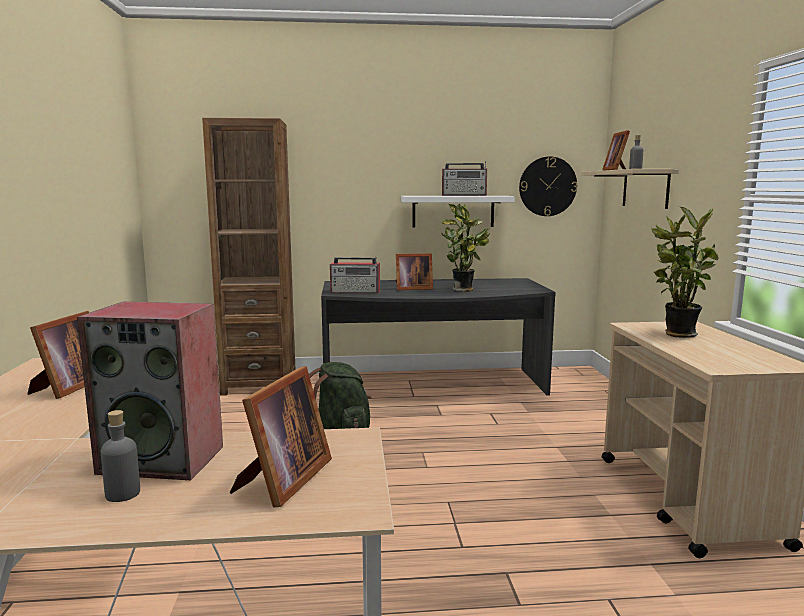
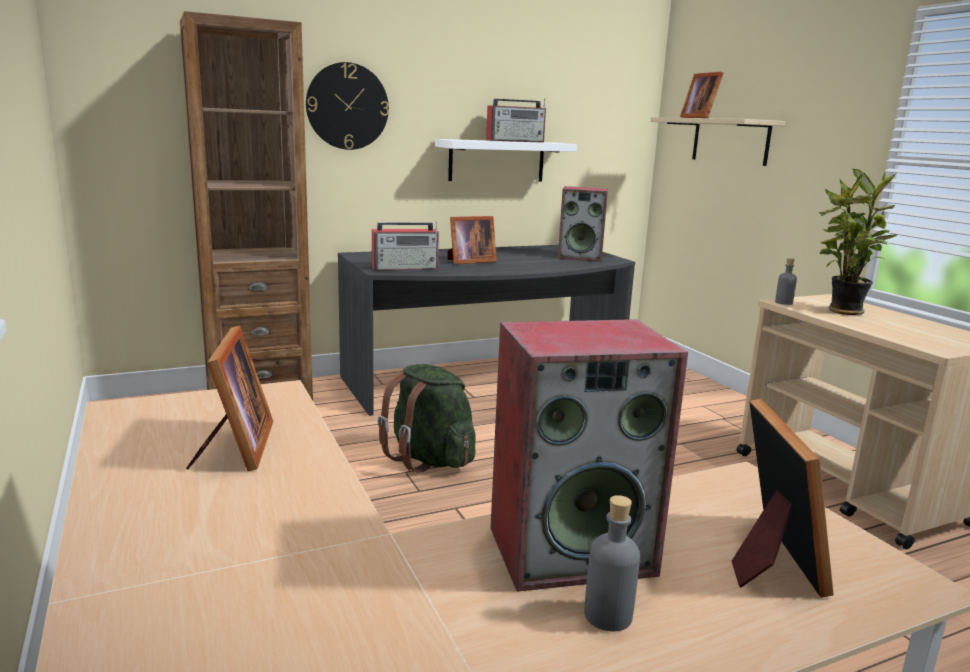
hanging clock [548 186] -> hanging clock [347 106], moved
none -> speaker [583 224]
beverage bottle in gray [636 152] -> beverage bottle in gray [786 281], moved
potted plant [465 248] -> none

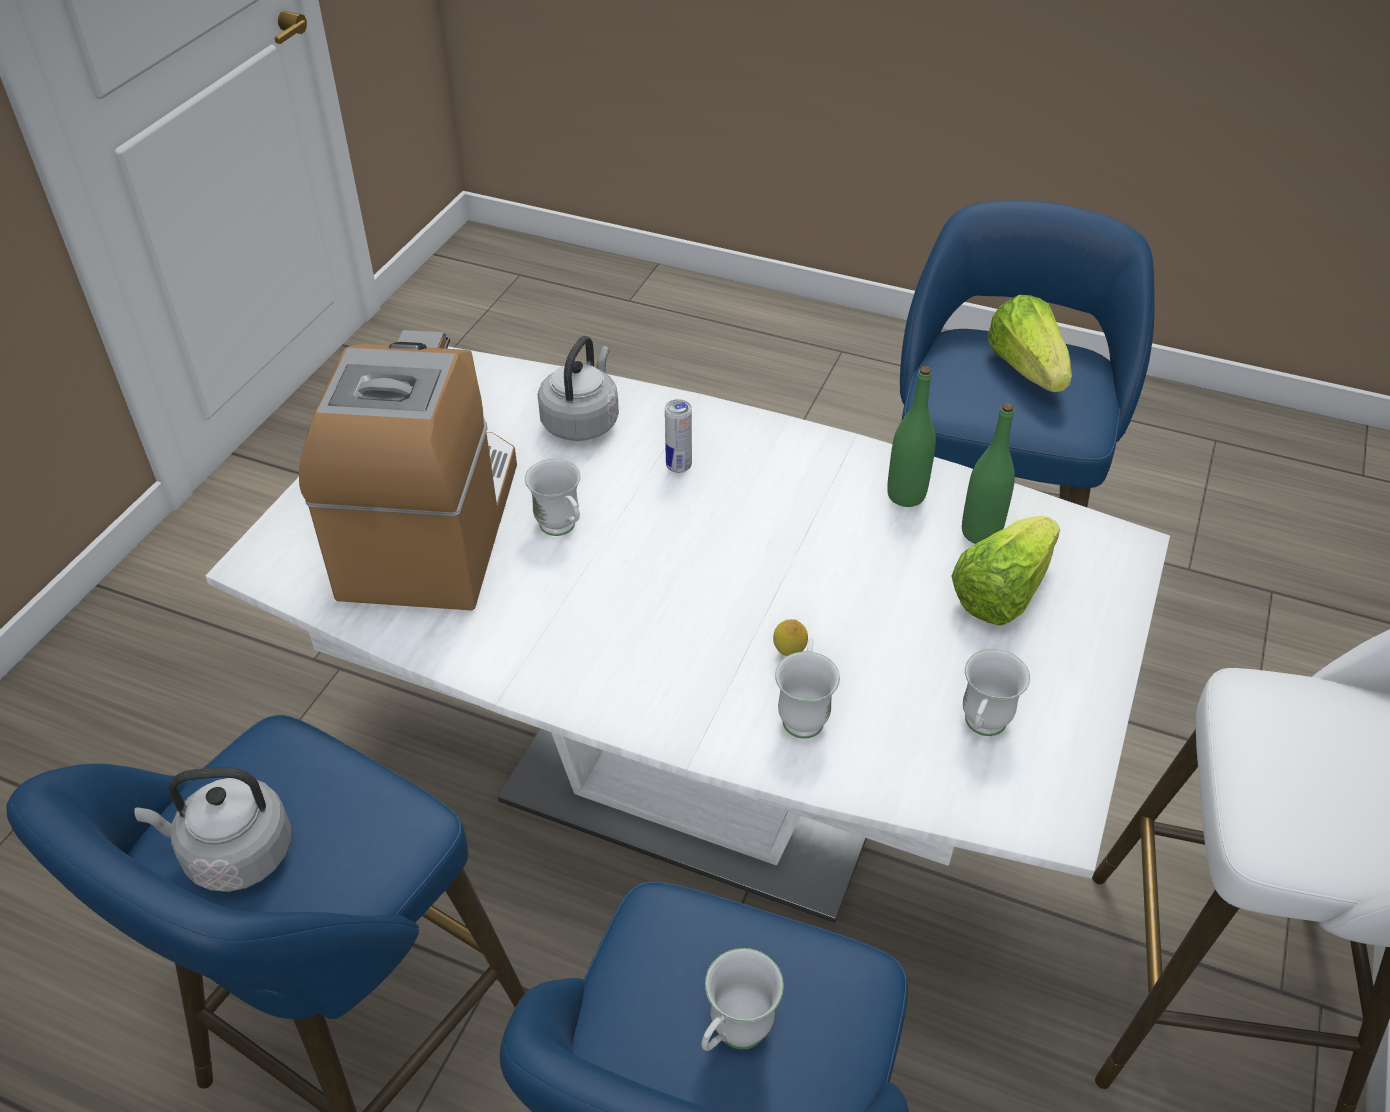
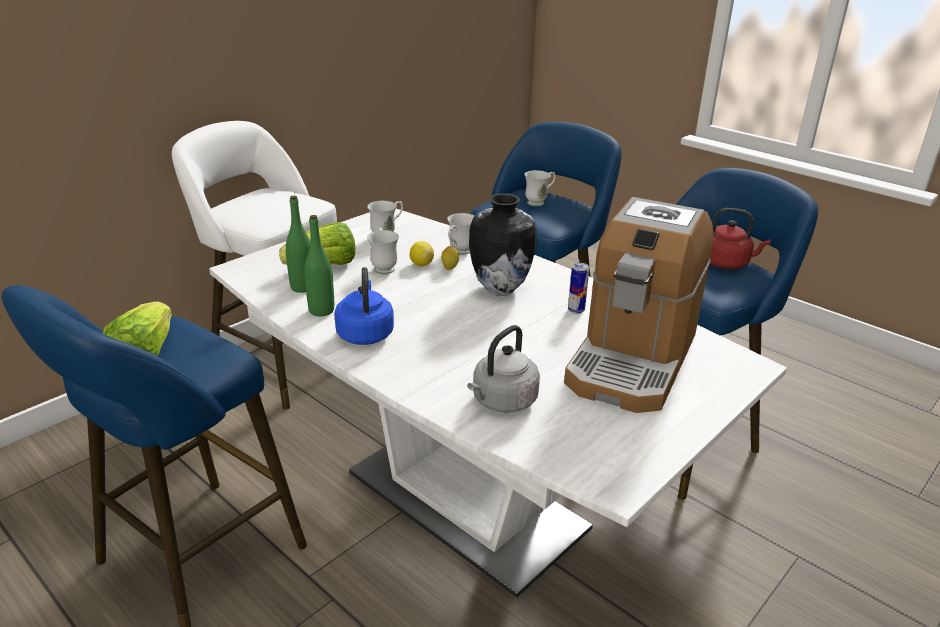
none -> kettle in blue [364 306]
mug in white [553 497] -> mug in white [383 251], moved
none -> whole lemon [422 253]
none -> decorative vase [503 244]
metal can [678 436] -> metal can [578 288], moved
kettle in gray [212 829] -> kettle in red [740 238]

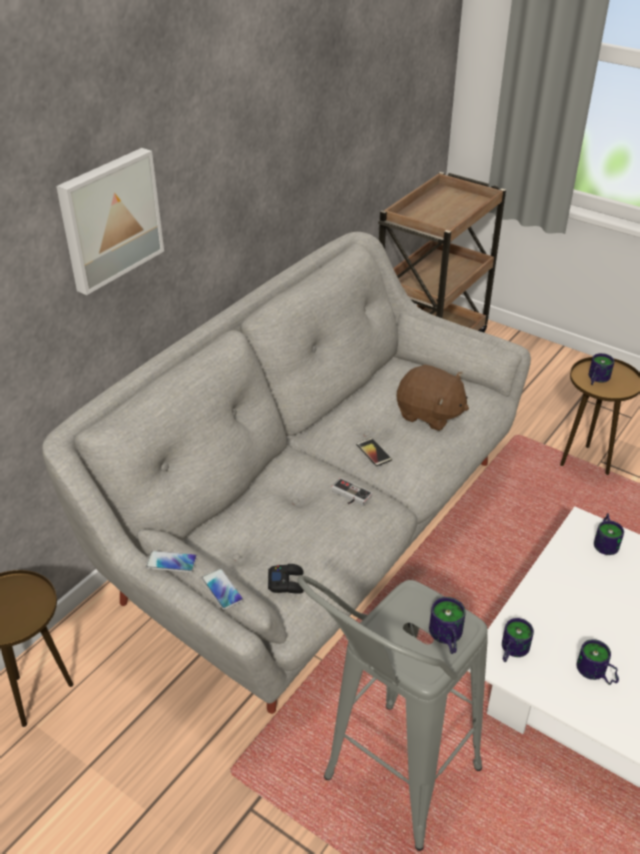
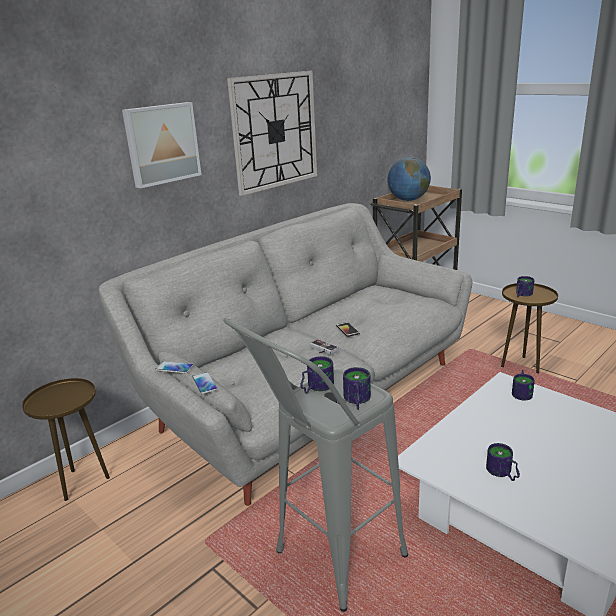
none -> hanging clock [272 133]
mug [518 640] -> mug [317 375], moved
none -> desk globe [409 179]
game controller in blackish [286 579] -> none
plush toy in brown [432 398] -> none

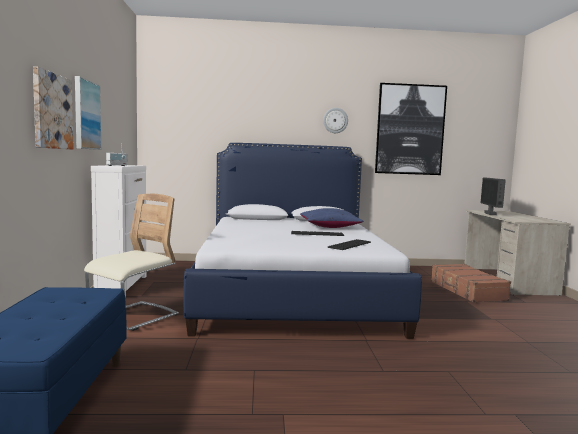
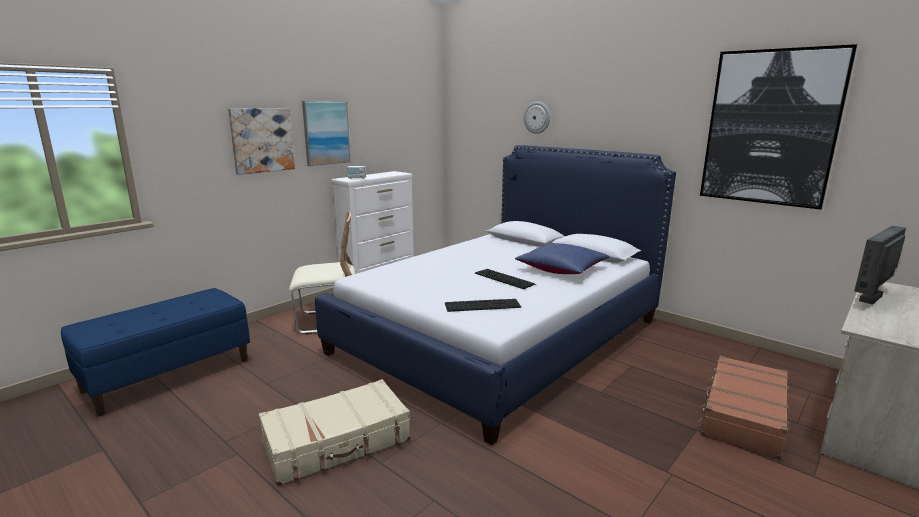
none -> travel case in sand-coloured [335 432]
hanging clock [335 120] -> hanging clock [537 118], moved

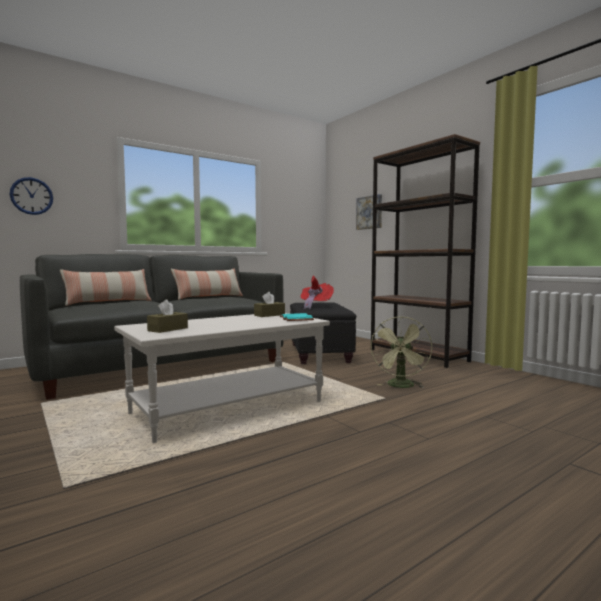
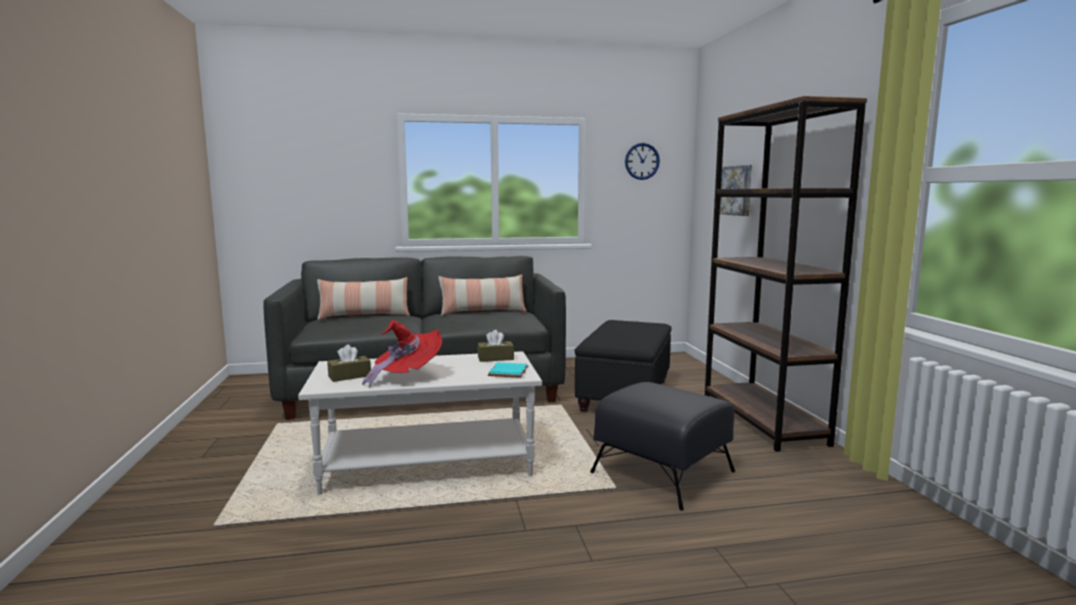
wearable hat in red [317 292] -> wearable hat in red [402 354], moved
fan in green [401 352] -> ottoman in blackish [662 446]
hanging clock [31 196] -> hanging clock [642 161], moved

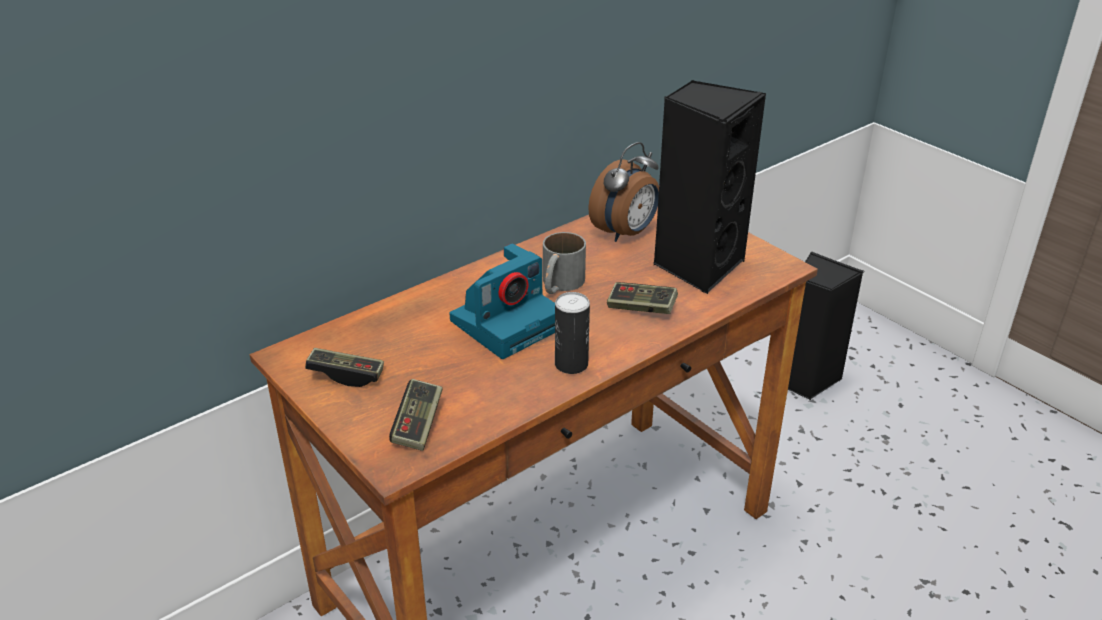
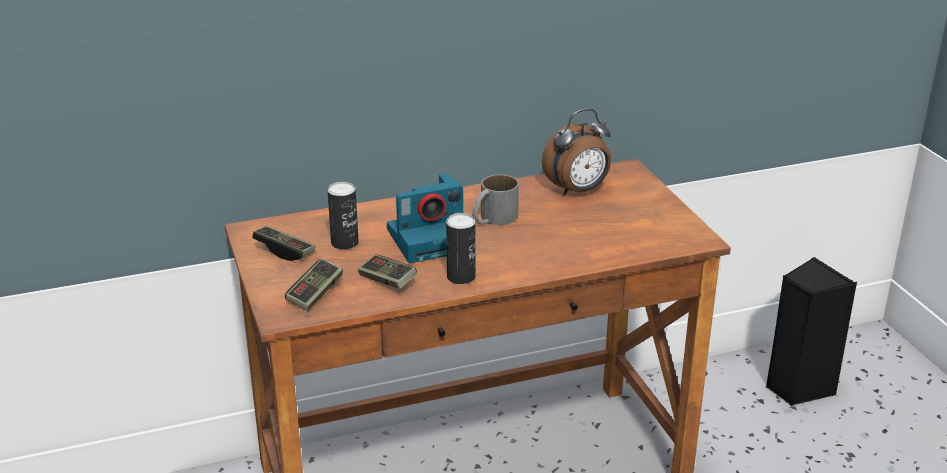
none -> metal can [343 215]
game controller [642 298] -> game controller [387 271], moved
speaker in blackish [709 187] -> none

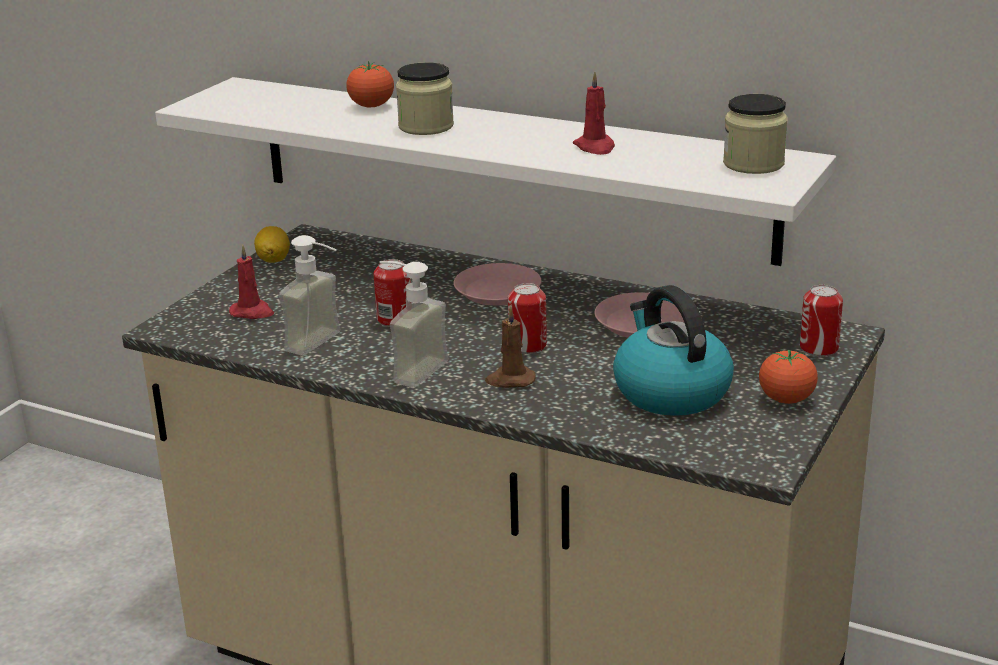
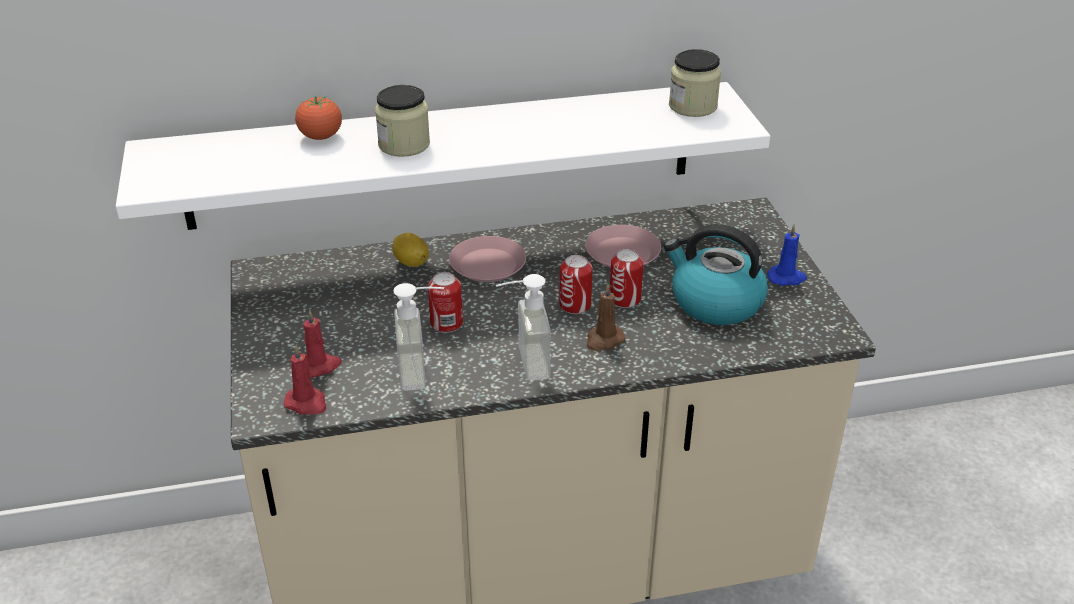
wax light in red [594 113] -> wax light in red [305 380], moved
whole lemon [272 244] -> whole lemon [410 250], moved
metal can [821 321] -> metal can [627 278], moved
fresh tomato [788 377] -> wax light in blue [787 255]

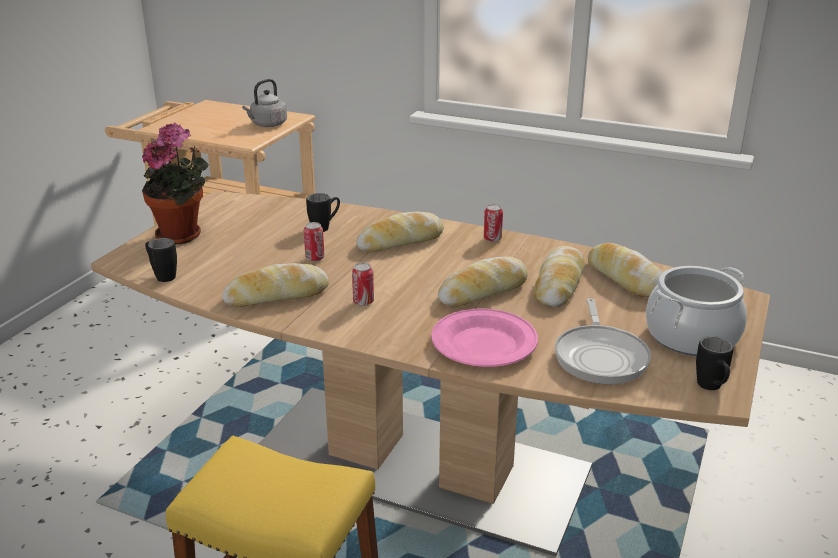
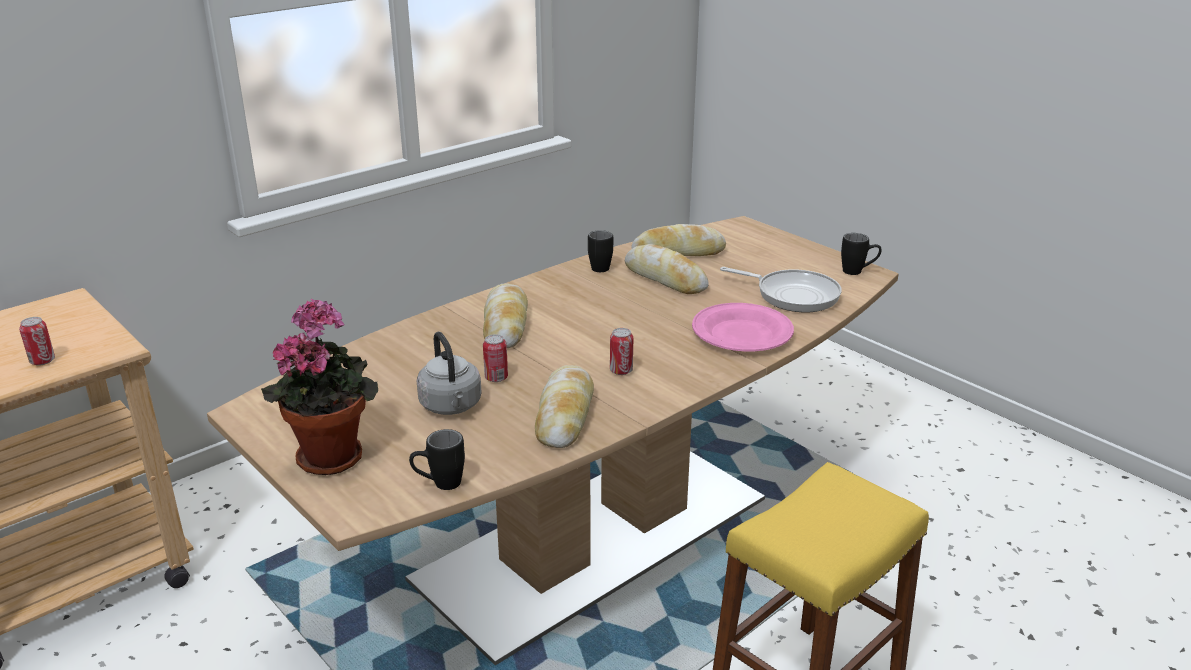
metal can [493 223] -> metal can [37 341], moved
kettle in gray [264 103] -> kettle in gray [449 373], moved
mug in blackish [323 212] -> mug in blackish [600 251], moved
bakery bread [483 281] -> none
stockpot [696 311] -> none

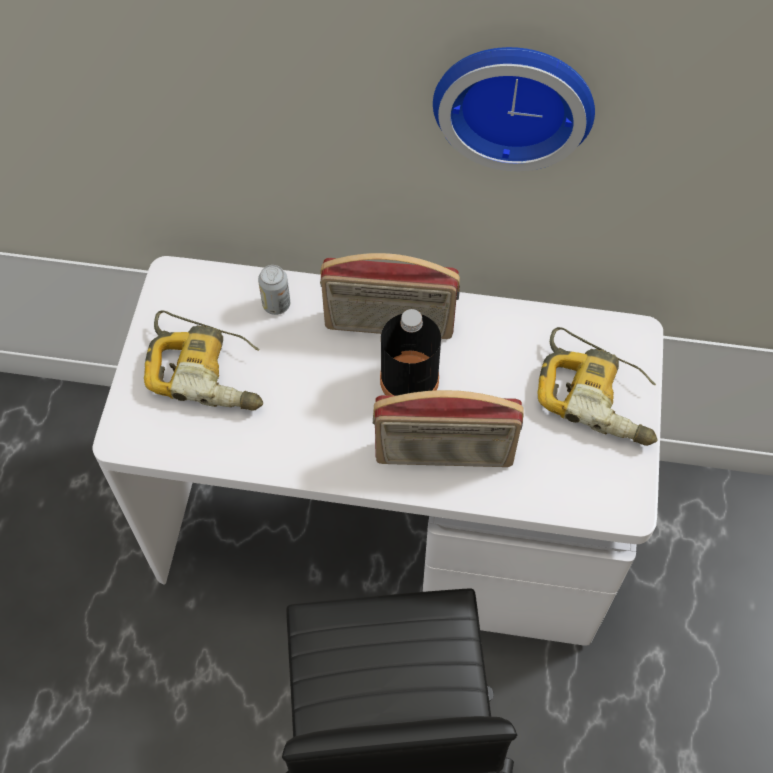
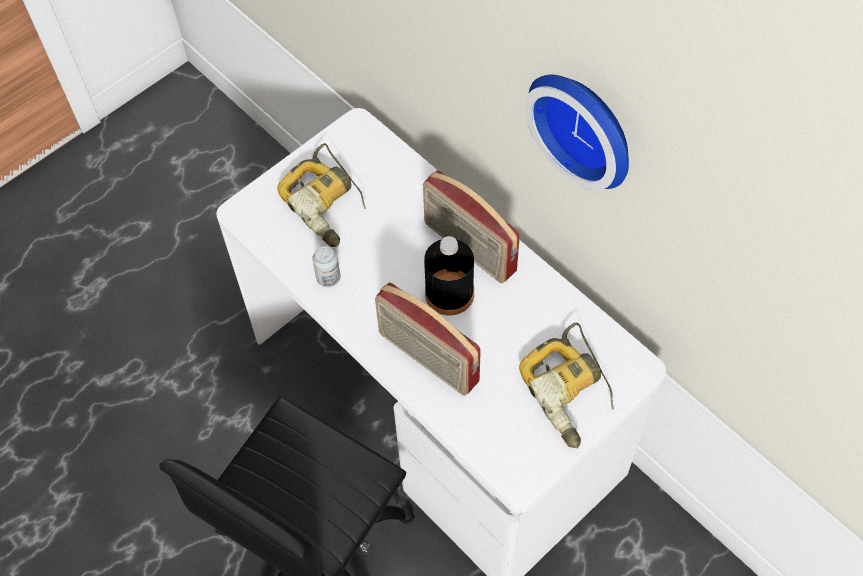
metal can [274 290] -> metal can [326 266], moved

